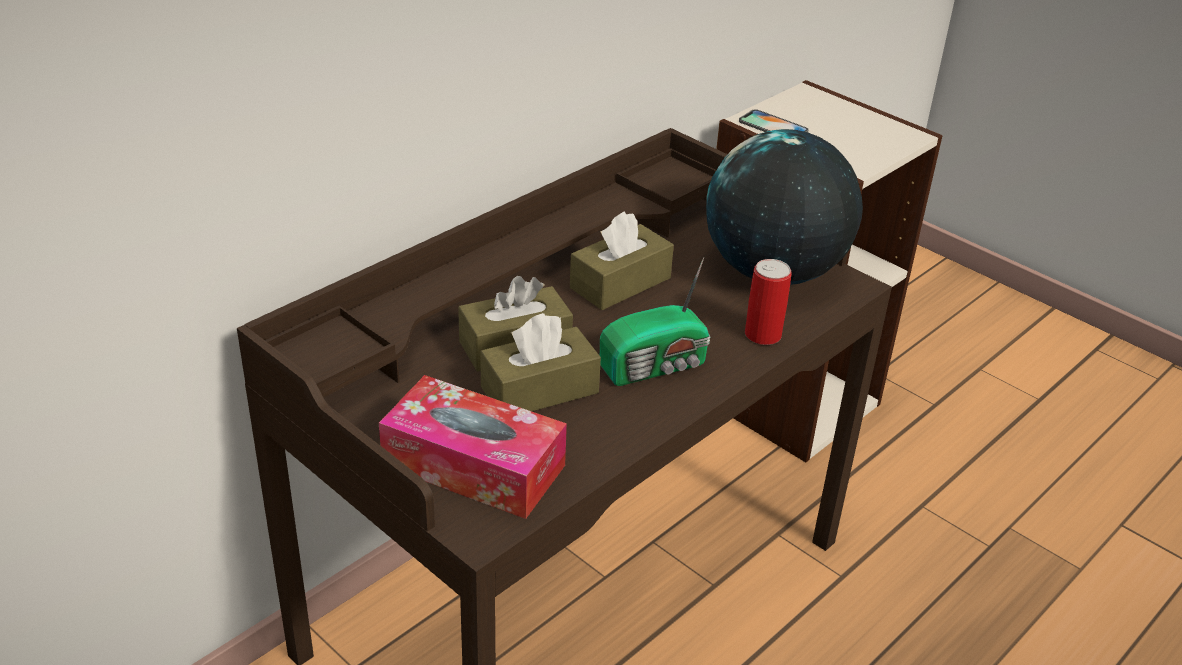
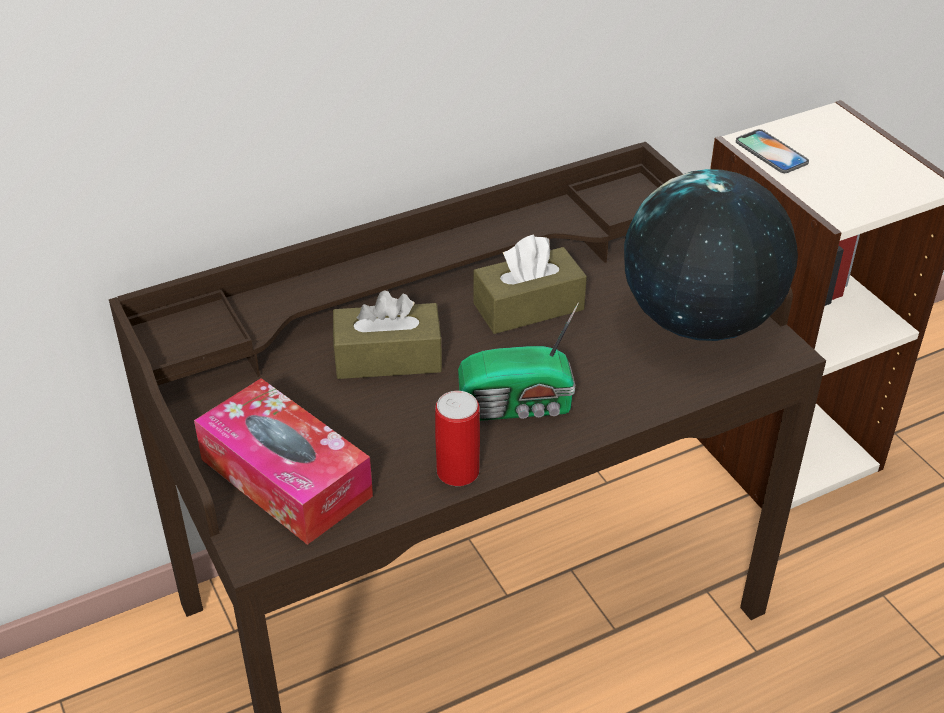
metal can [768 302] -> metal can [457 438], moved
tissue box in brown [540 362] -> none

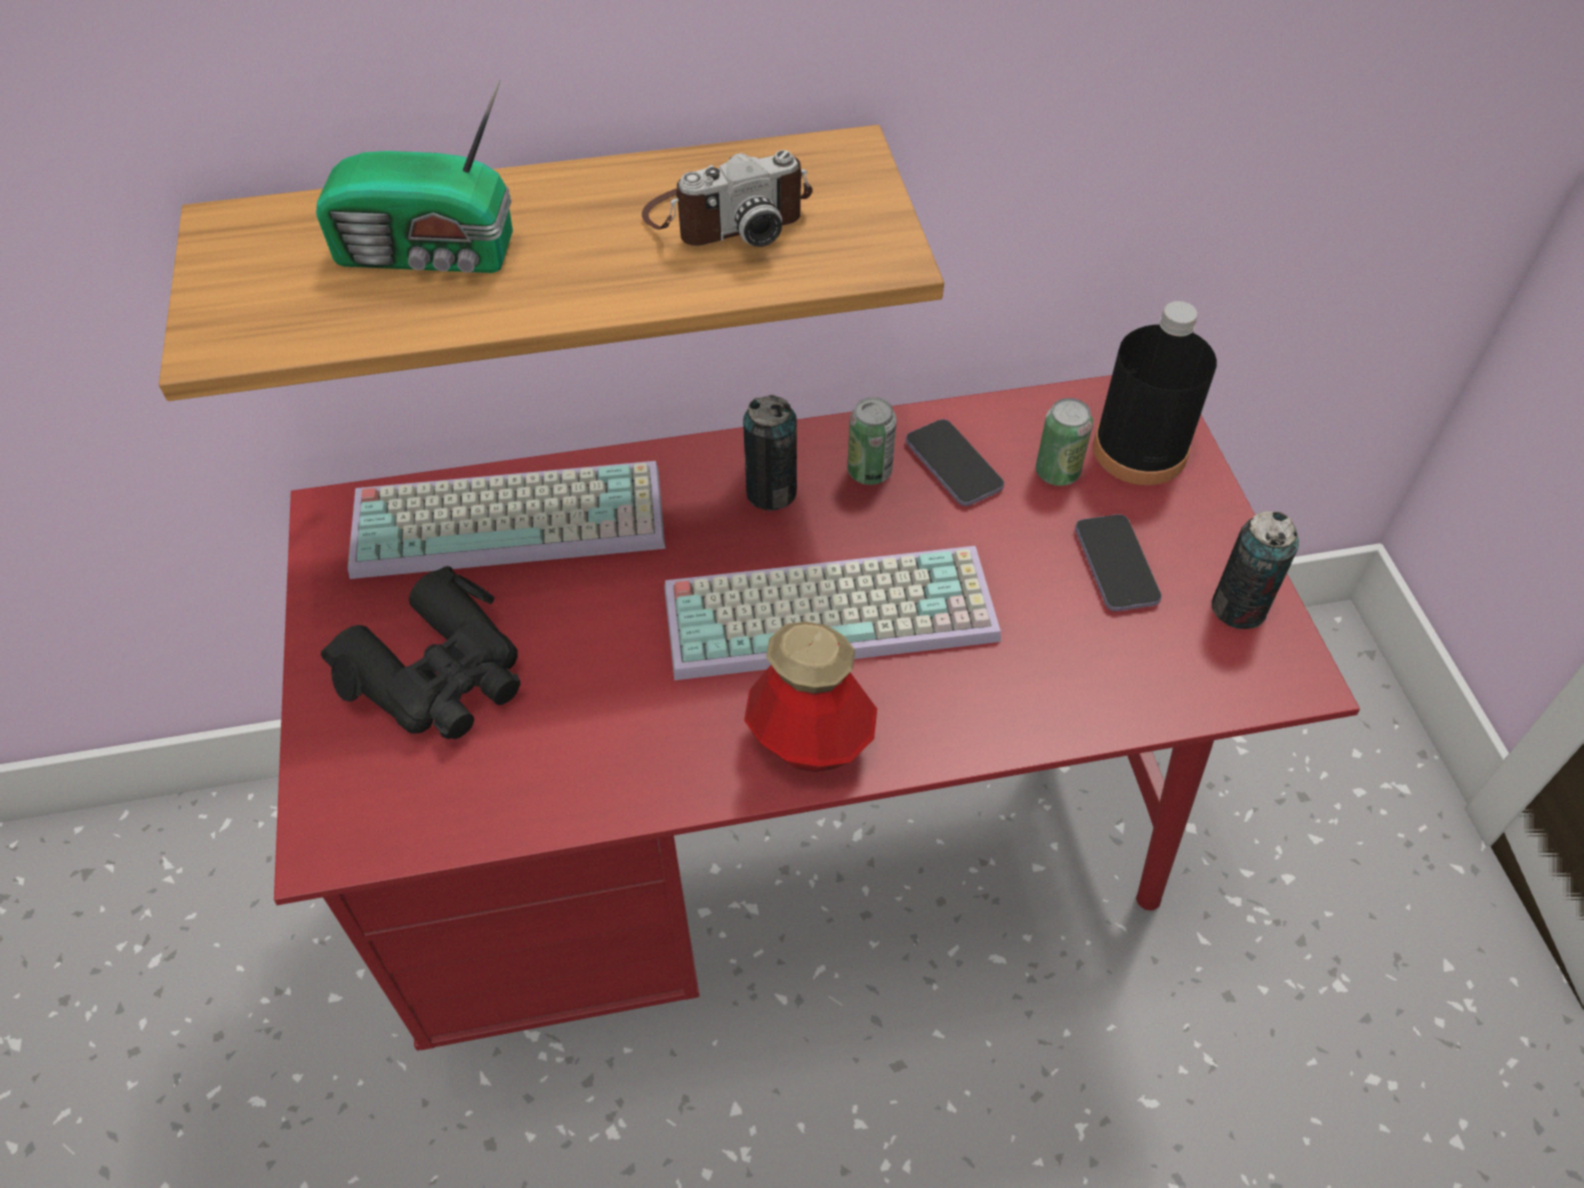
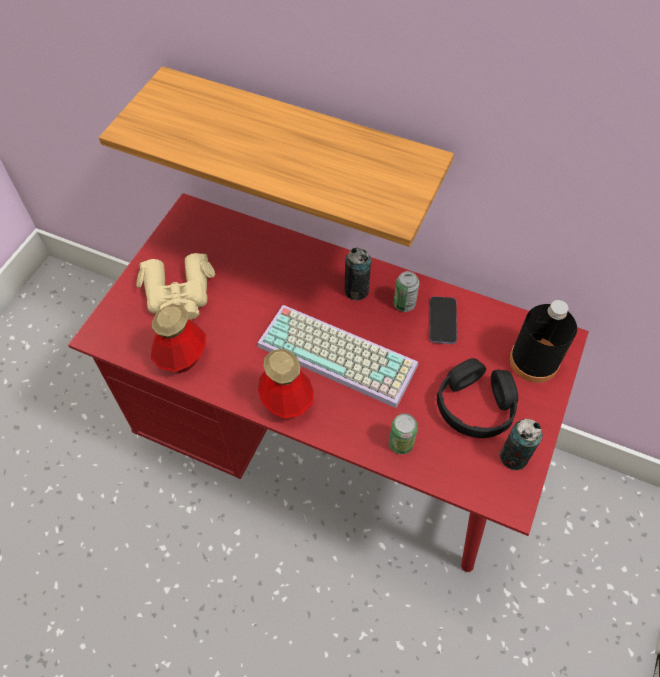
binoculars in blackish [421 652] -> binoculars in sand-coloured [175 286]
none -> beverage bottle [178 338]
metal can [1064 442] -> metal can [403 433], moved
handset [1118 562] -> headphones in blackish [477 398]
radio set [414 176] -> none
PC keyboard [506 520] -> none
still camera [727 198] -> none

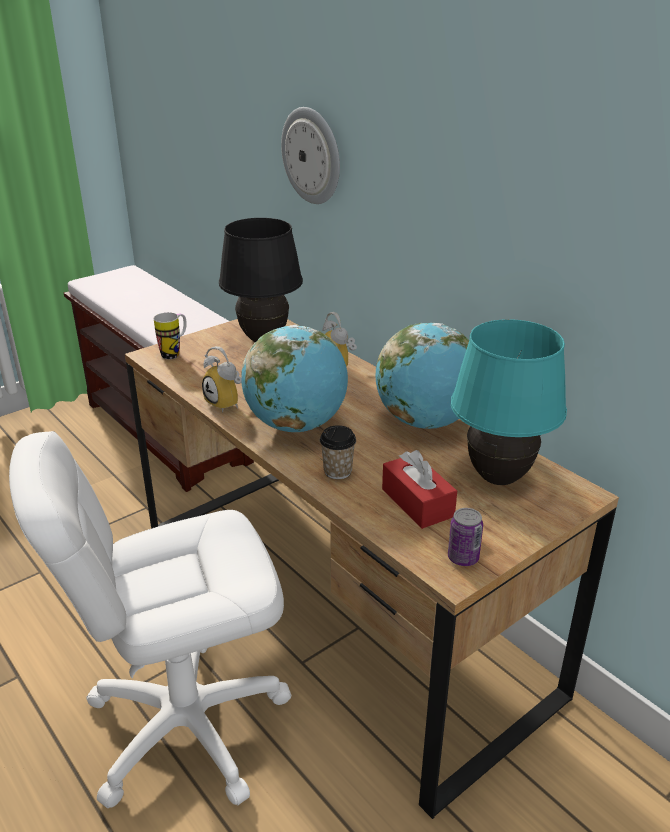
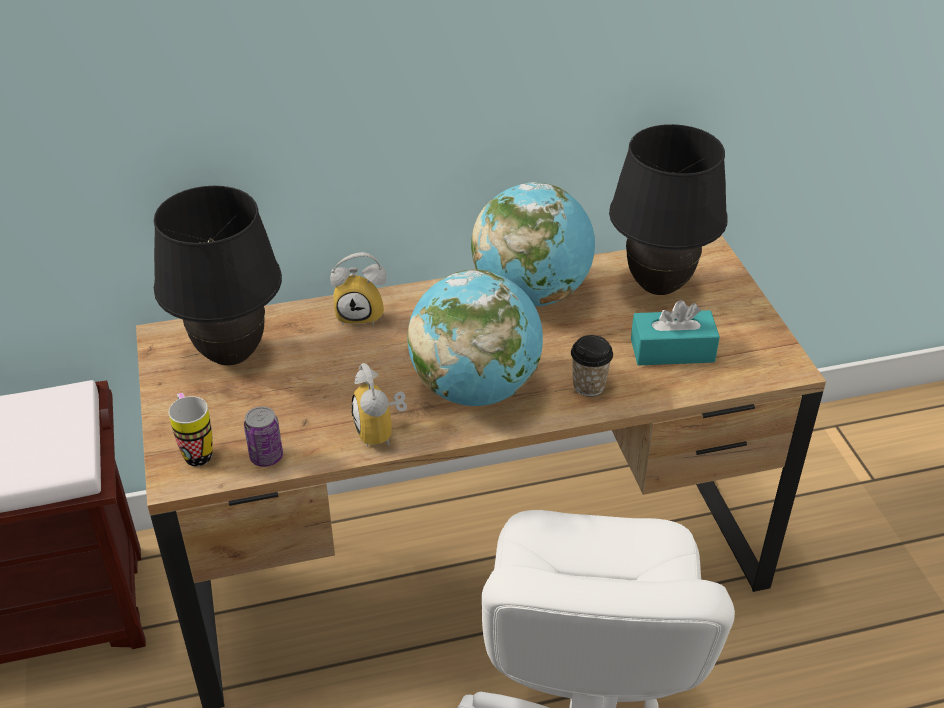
metal can [465 537] -> metal can [263 436], moved
bedside clock [221 379] -> bedside clock [379 405], 90 degrees clockwise
tabletop lamp in turquoise [509 402] -> tabletop lamp in blackish [668 209]
tissue box in red [419 489] -> tissue box in turquoise [675 332]
hanging clock [310 155] -> none

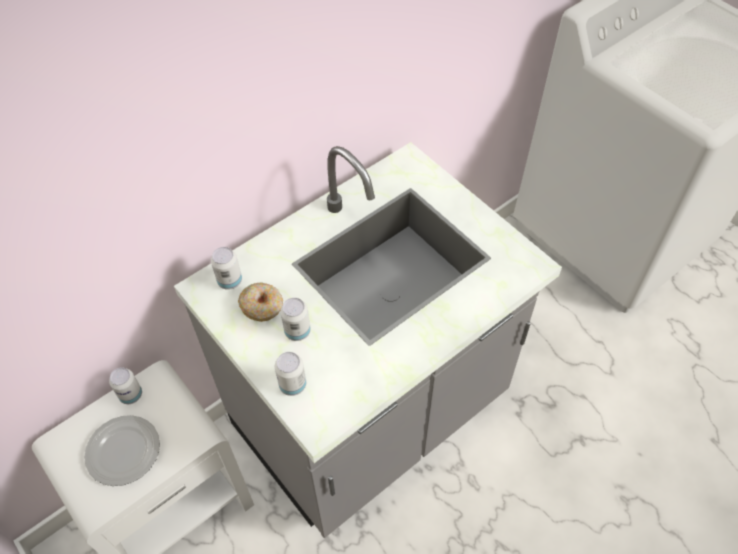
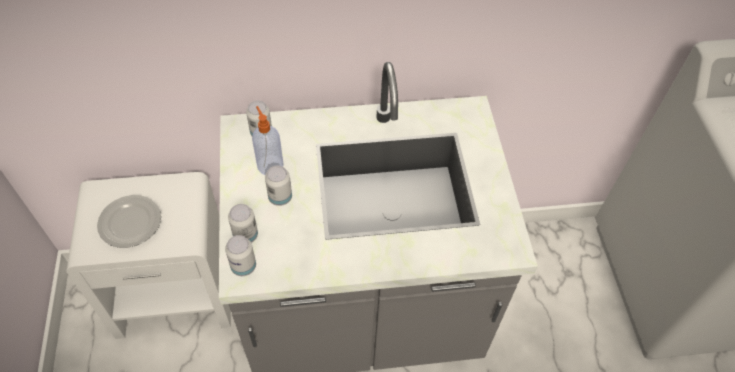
metal can [125 385] -> metal can [240 255], moved
doughnut [260 302] -> soap dispenser [268 140]

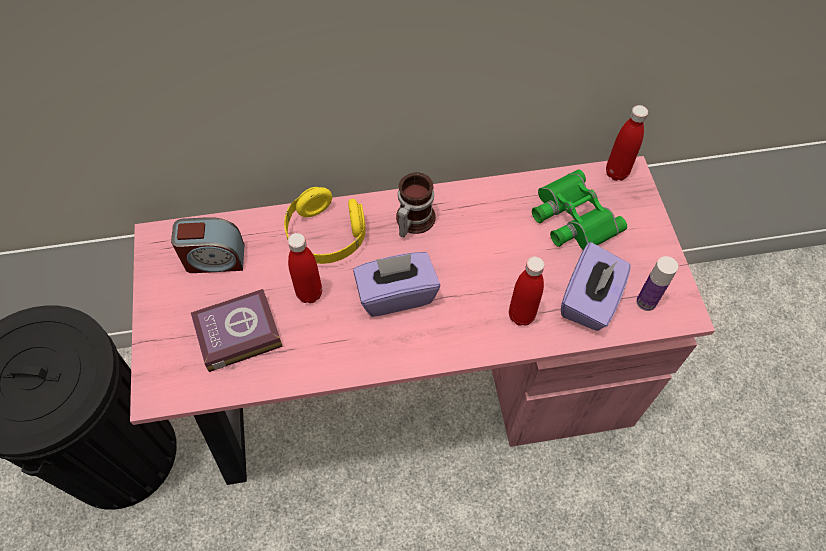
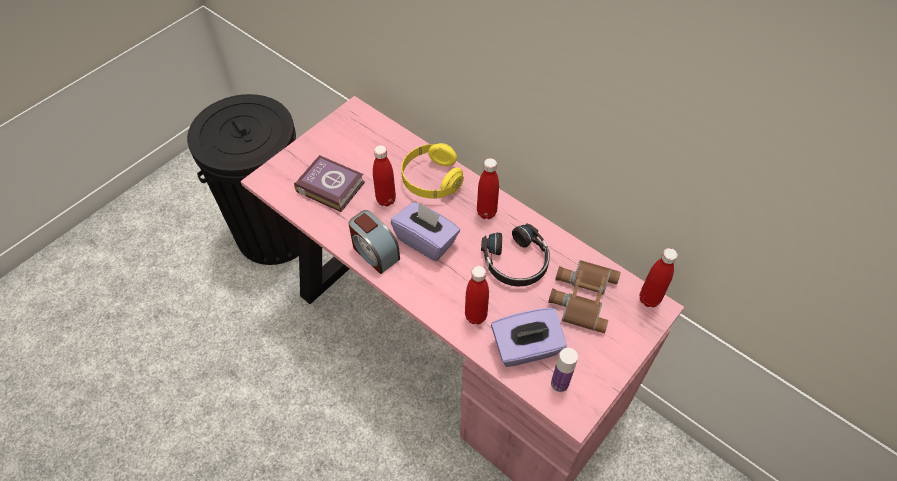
bedside clock [208 245] -> bedside clock [374 242], moved
mug [416 205] -> beverage bottle in red [488 188]
none -> headphones in blackish [515 254]
binoculars in green [579 209] -> binoculars in brown [584 296]

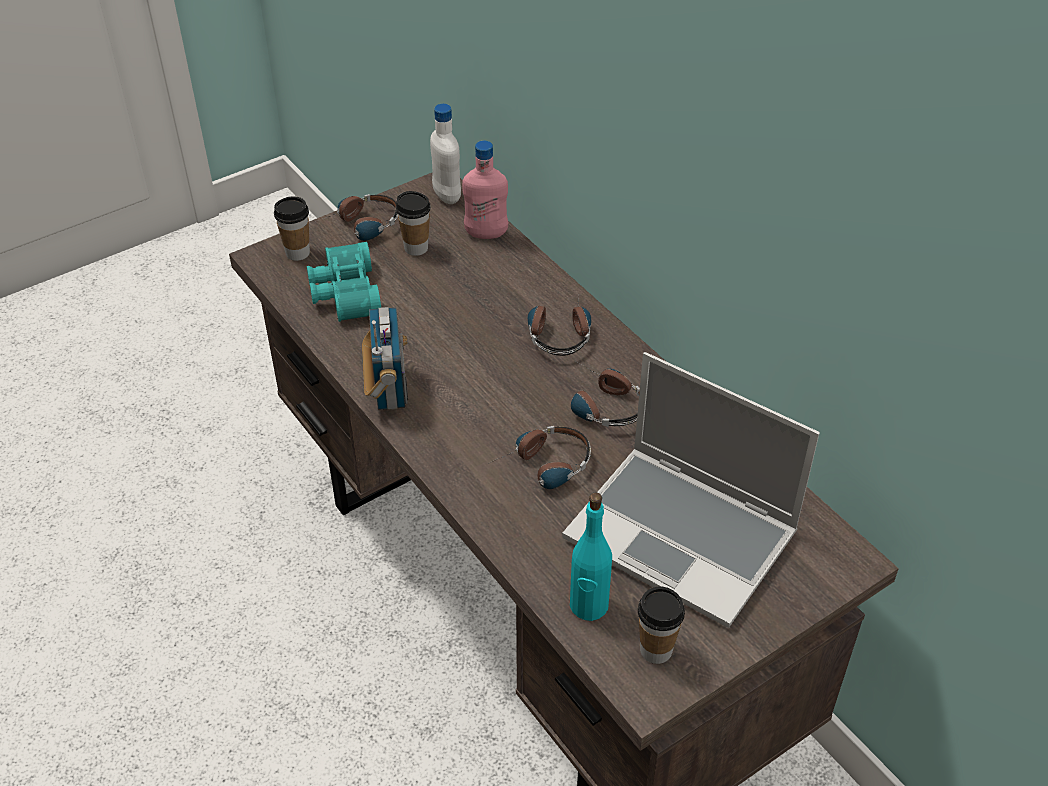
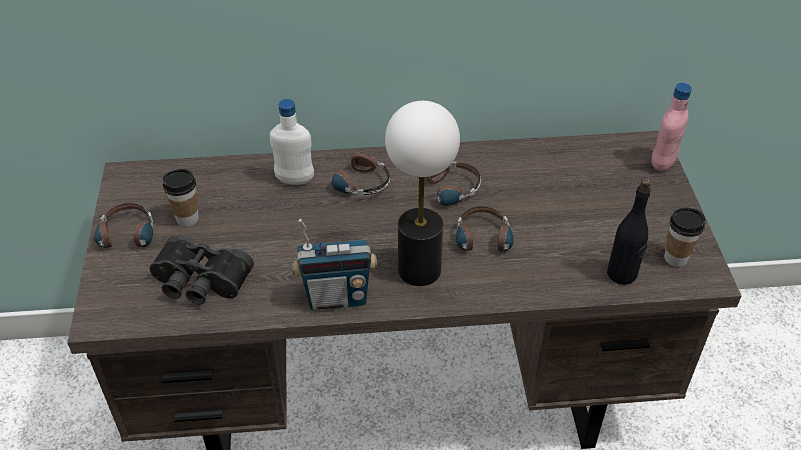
binoculars in turquoise [344 282] -> binoculars in blackish [202 270]
beverage bottle in white [445 154] -> beverage bottle in white [292 142], moved
radio set [385 358] -> radio set [334 264], 150 degrees clockwise
none -> tabletop lamp [422 193]
beverage bottle in turquoise [591 556] -> beverage bottle in blackish [629 231]
beverage bottle in pink-coloured [485 190] -> beverage bottle in pink-coloured [671 127], moved
small cup [292 228] -> none
laptop [691 490] -> none

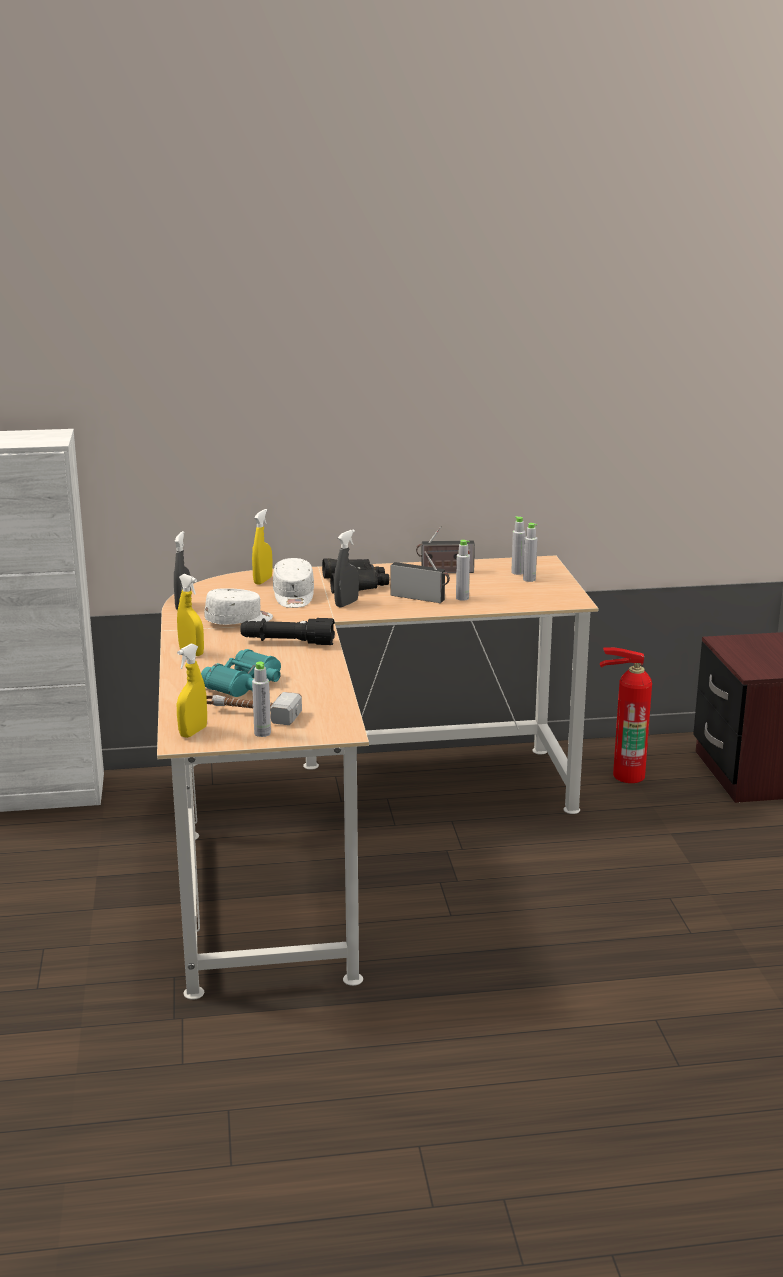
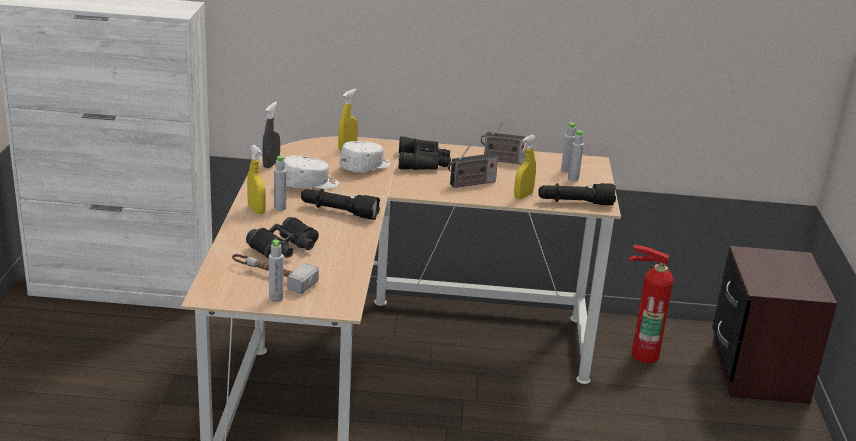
binoculars in turquoise [241 673] -> binoculars in blackish [282 238]
beverage bottle in gray [463 570] -> beverage bottle in gray [280 183], moved
peaked cap in white [293 583] -> peaked cap in white [365 156], 135 degrees counterclockwise
radio set [420 577] -> radio set [473 166], 120 degrees clockwise
sprayer in yellow-coloured [192 691] -> sprayer in yellow-coloured [525 167], moved
none -> hand torch in blackish [577 194]
sprayer in gray [346 568] -> none

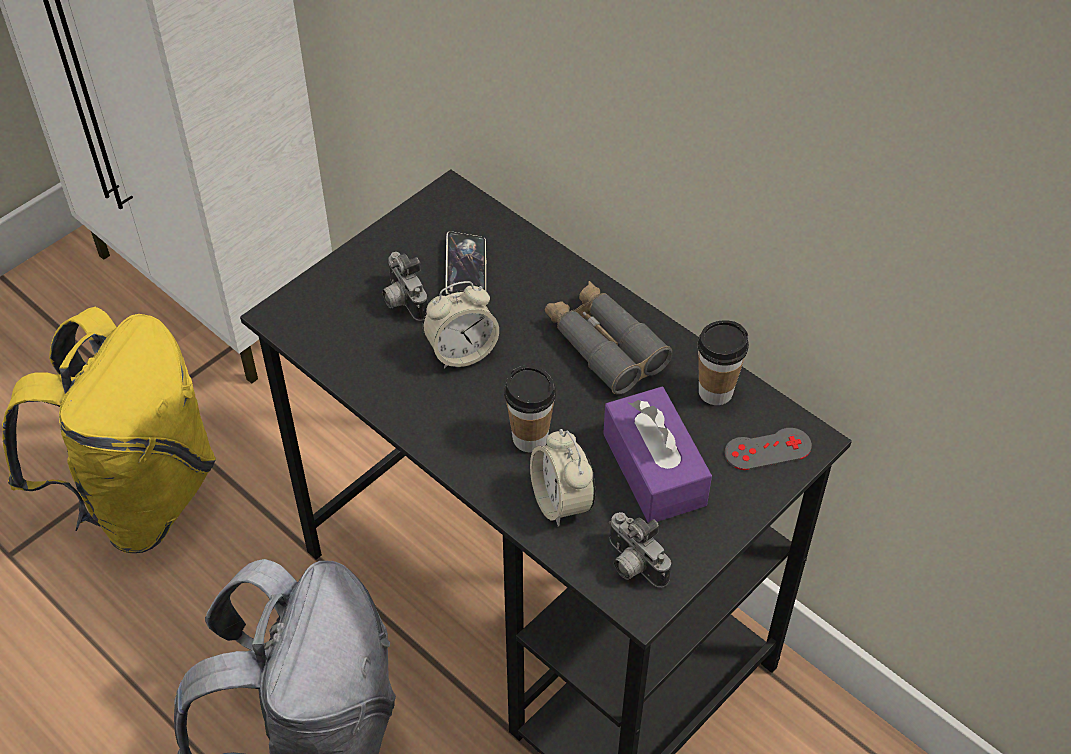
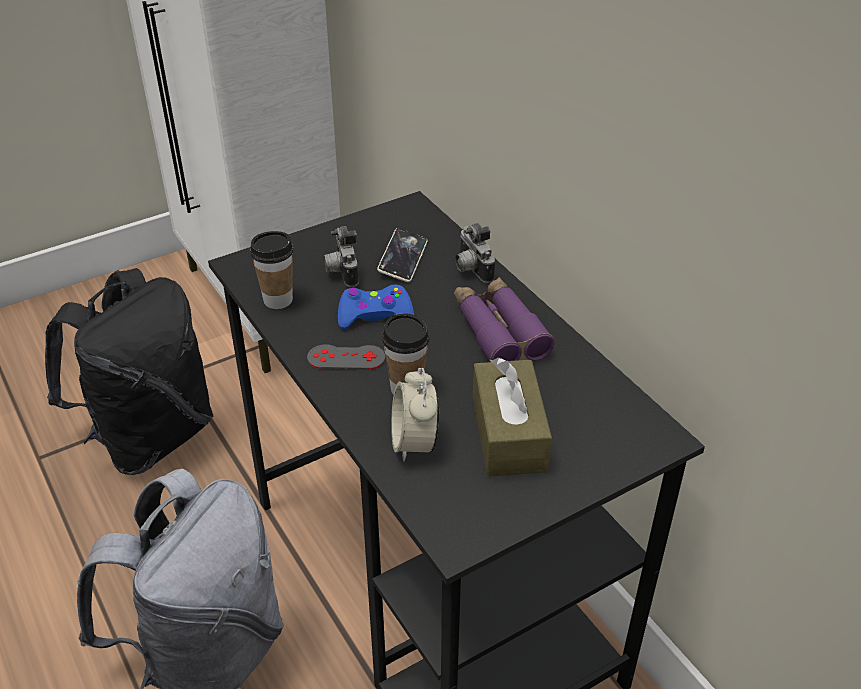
rucksack in yellow-coloured [109 430] -> rucksack in blackish [129 371]
small cup [723 362] -> small cup [271 270], moved
game controller in gray [768 449] -> game controller in gray [346 357], moved
bedside clock [461 325] -> game controller in blue [376 307]
binoculars in gray [608 337] -> binoculars in purplish [504 319]
still camera [640 550] -> still camera [475 253], moved
tissue box in purplish [657 455] -> tissue box in brown [512 417]

